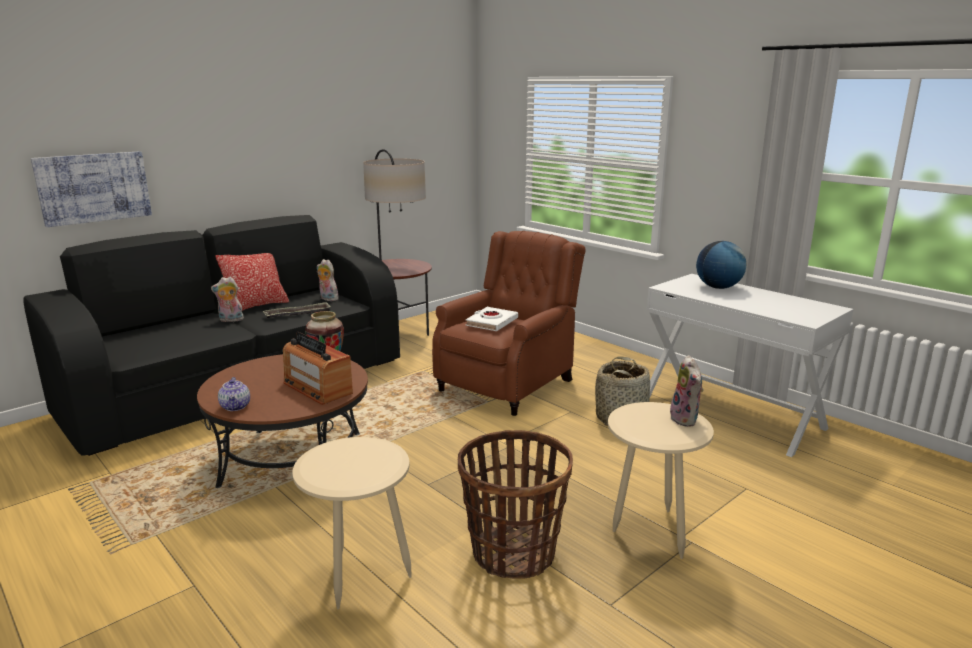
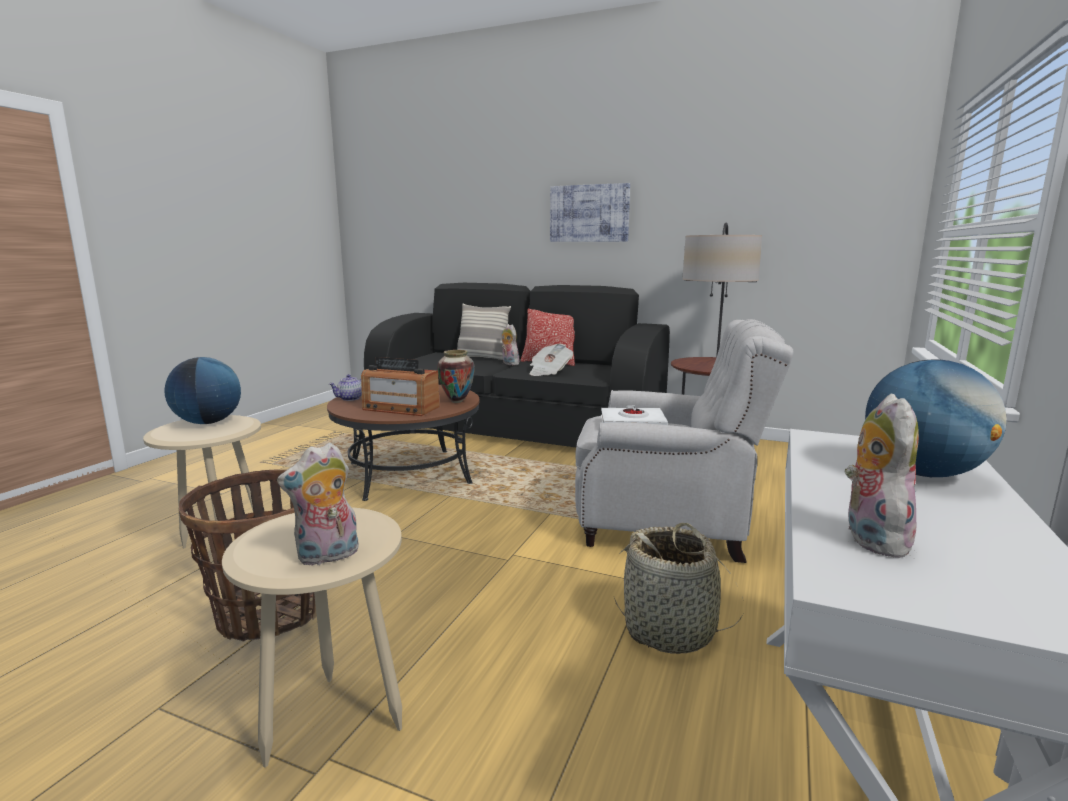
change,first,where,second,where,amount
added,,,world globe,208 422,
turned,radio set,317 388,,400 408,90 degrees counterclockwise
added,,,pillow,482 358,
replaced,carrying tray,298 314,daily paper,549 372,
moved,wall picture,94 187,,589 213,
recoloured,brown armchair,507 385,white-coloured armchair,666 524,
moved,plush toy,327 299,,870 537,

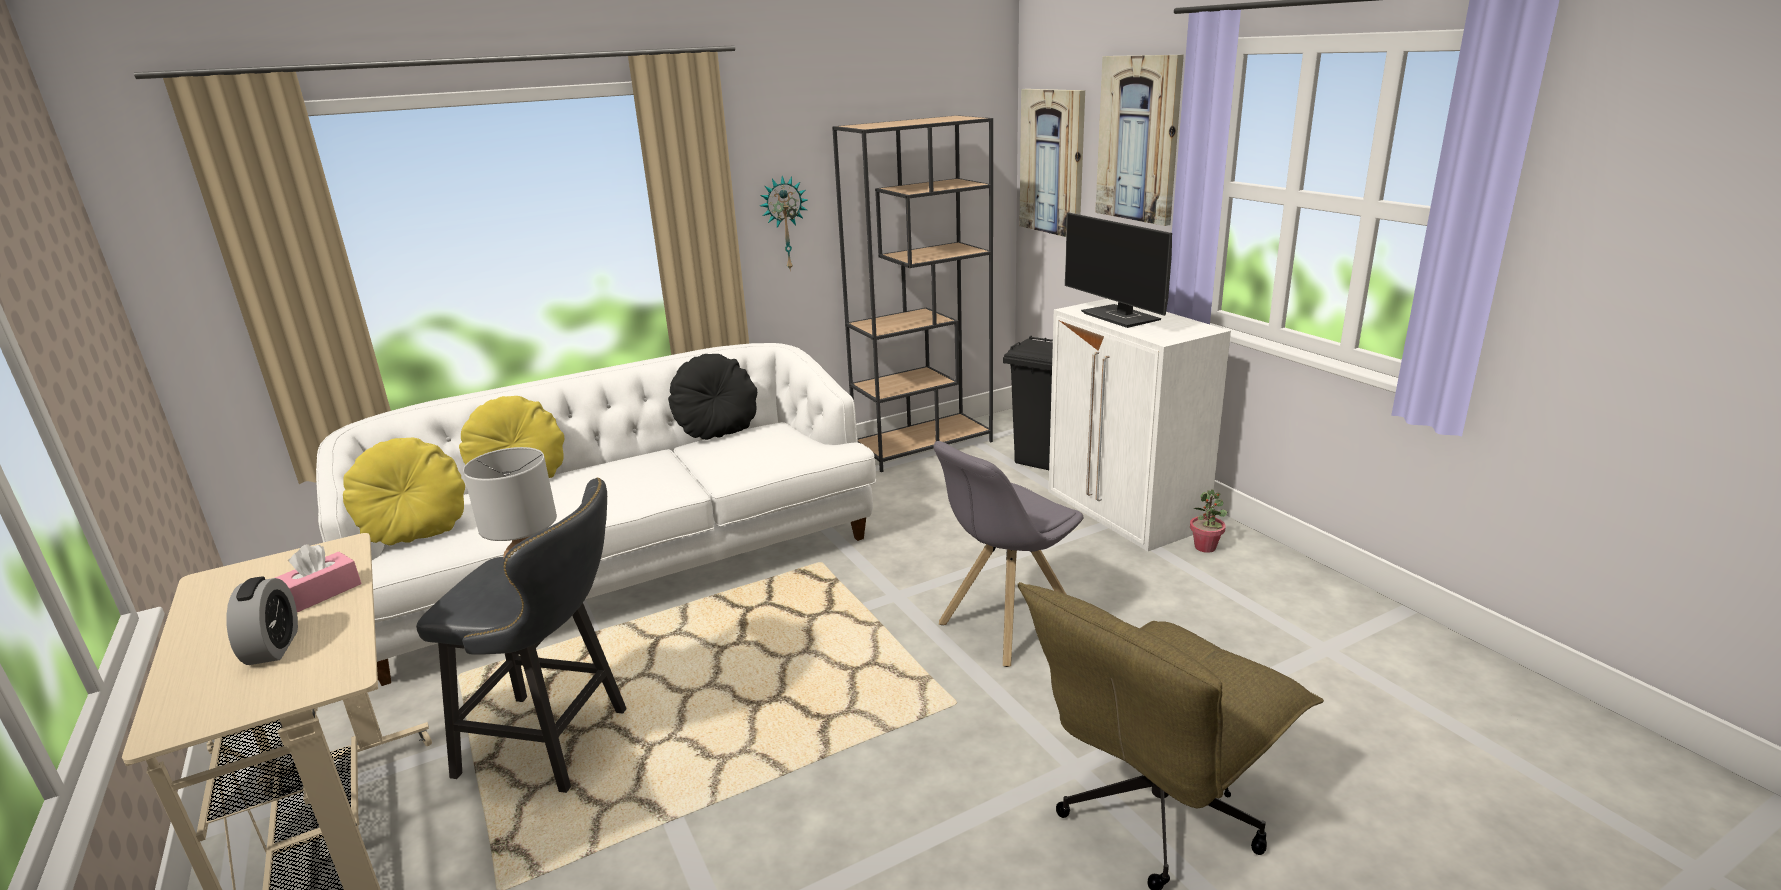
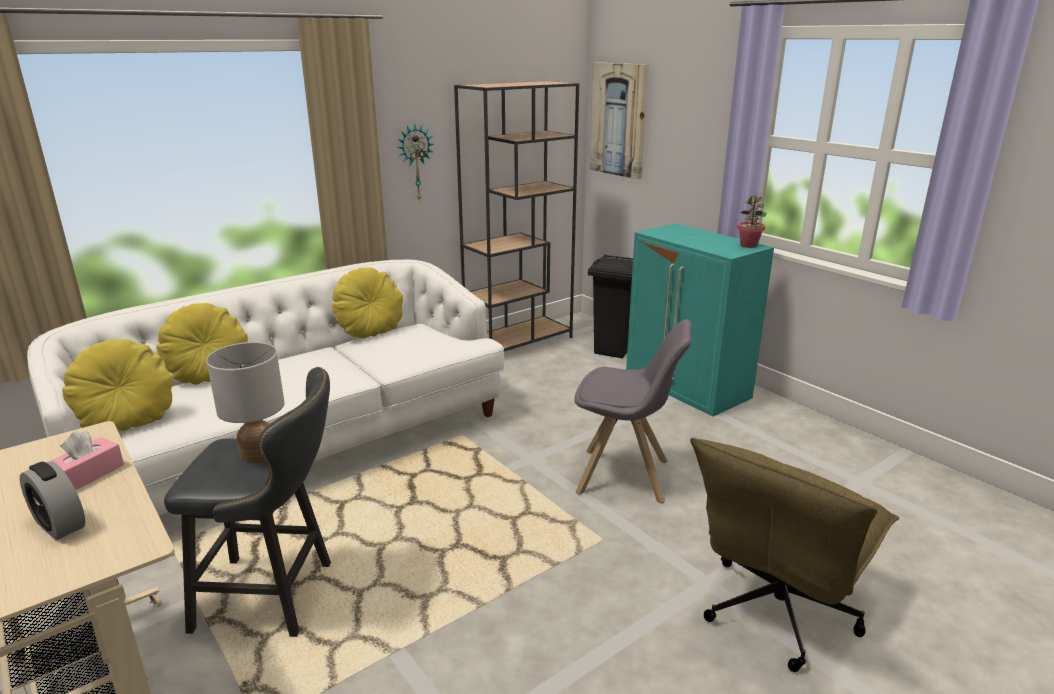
change,first,where,second,where,amount
turned,table clock,273 647,,60 525,150 degrees clockwise
recoloured,black-coloured pillow,718 433,yellow-coloured pillow,370 333,
turned,greyish upright chair,1008 624,,624 476,120 degrees counterclockwise
recoloured,white-coloured cabinet,1125 510,blue-green cabinet,687 386,
moved,potted plant,1205 547,,749 245,
removed,monitor,1121 317,,,
removed,wall picture,1139 139,,,

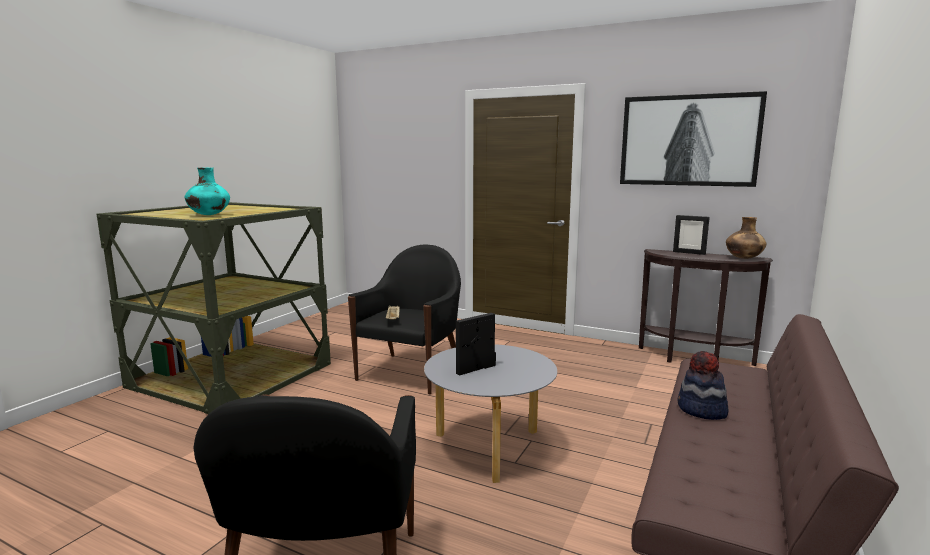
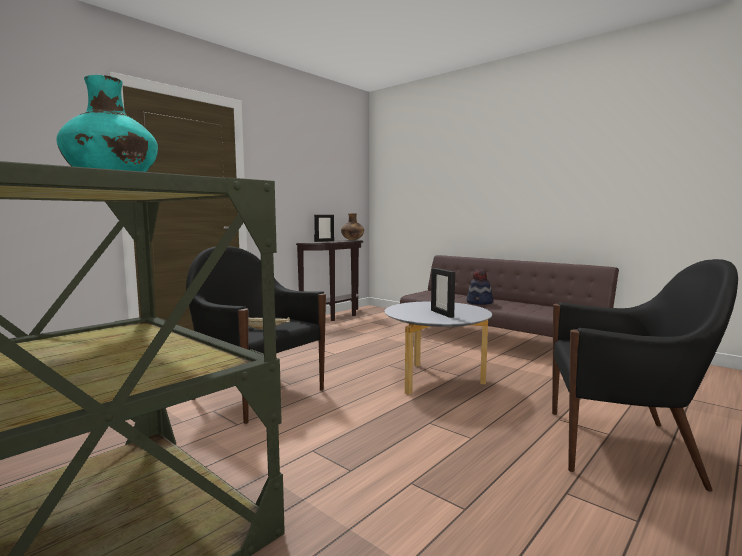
change,first,where,second,where,amount
removed,wall picture,688 140,,,

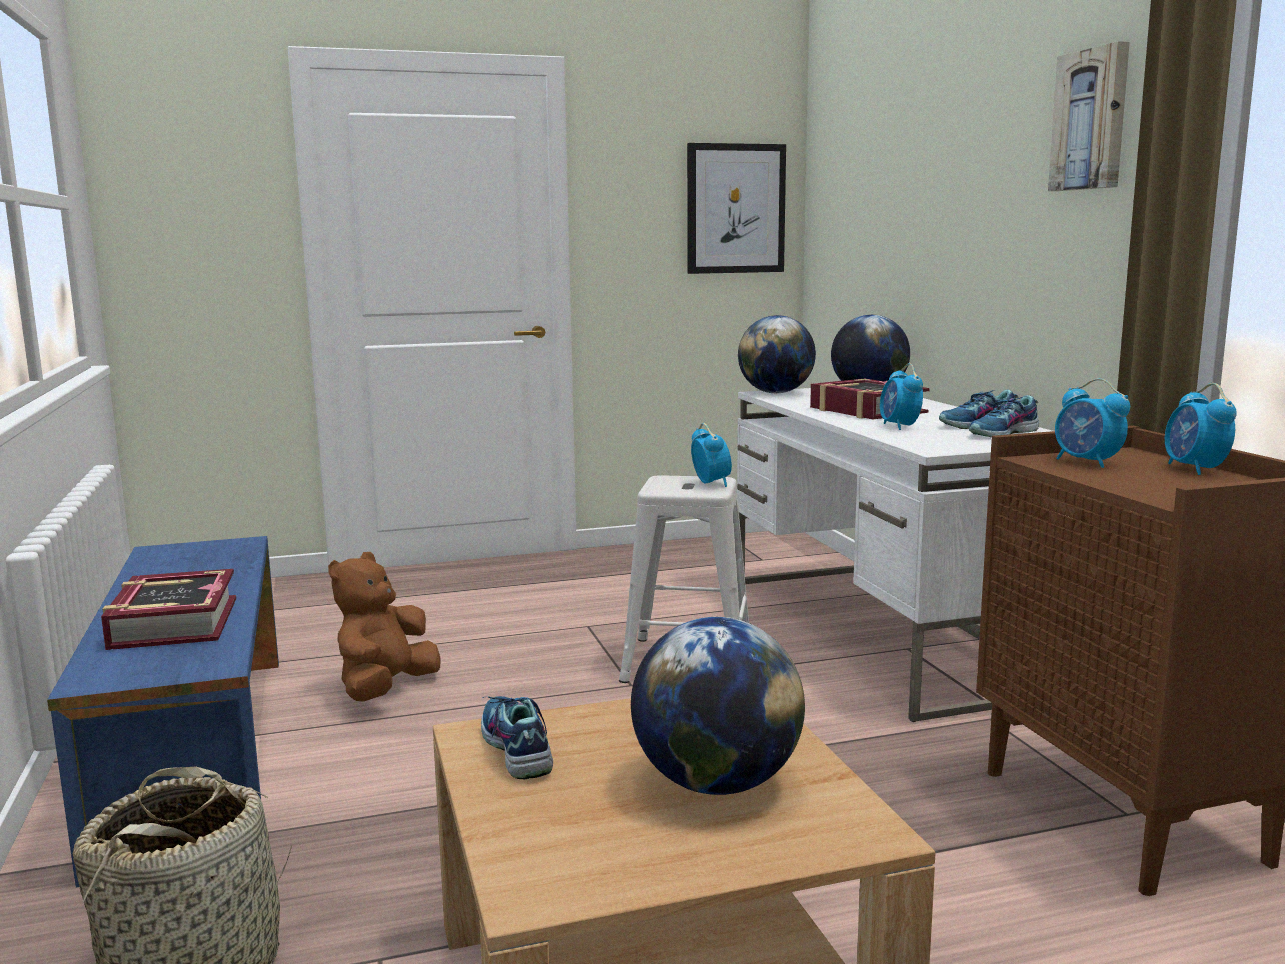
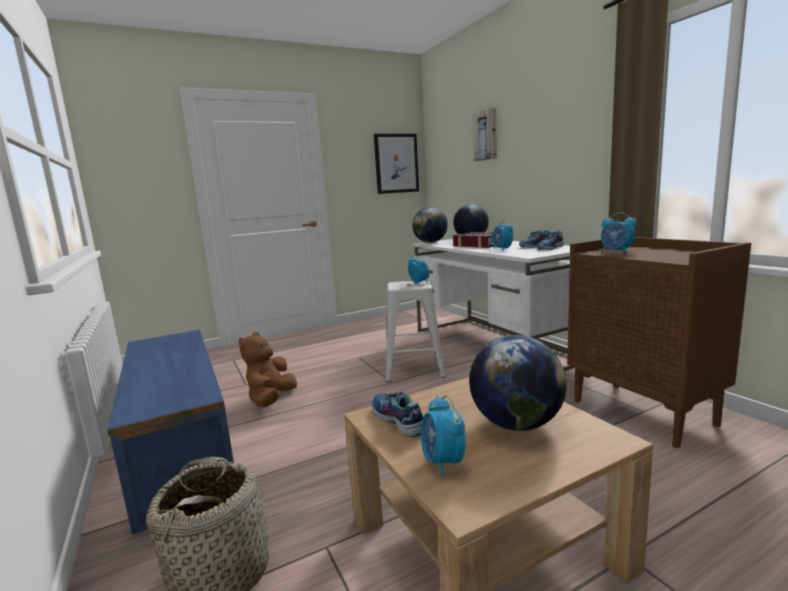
change,first,where,second,where,amount
moved,table clock,1194 469,,443 462,
moved,wall picture,1092 120,,486 135,
removed,bound book,173 623,,,

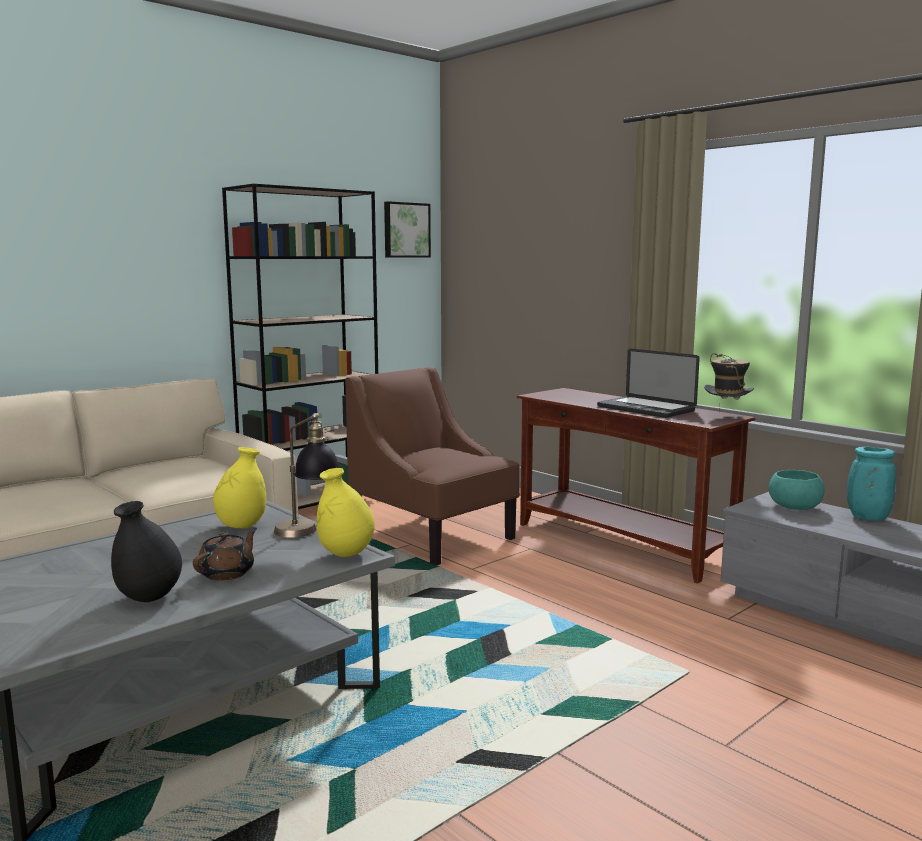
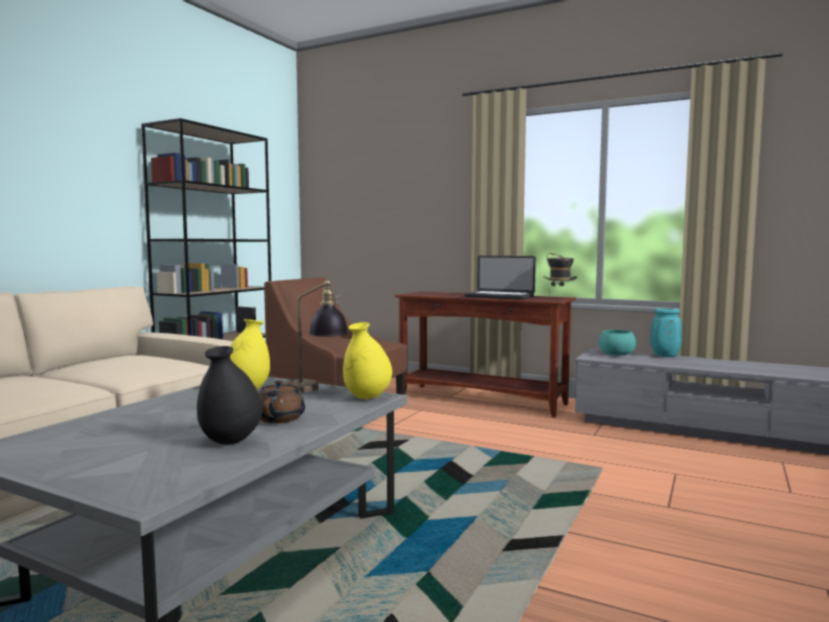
change,first,where,second,where,amount
removed,wall picture,405 230,,,

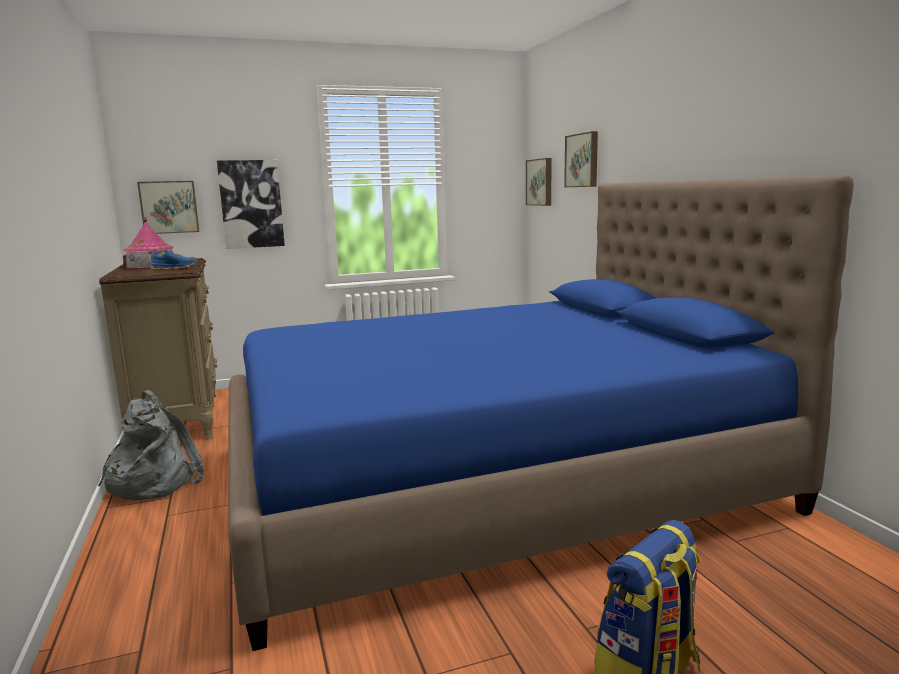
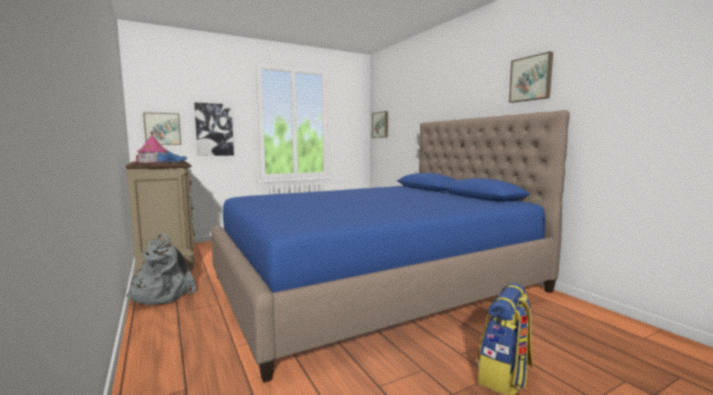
change,first,where,second,where,amount
moved,wall picture,583 160,,531 78,

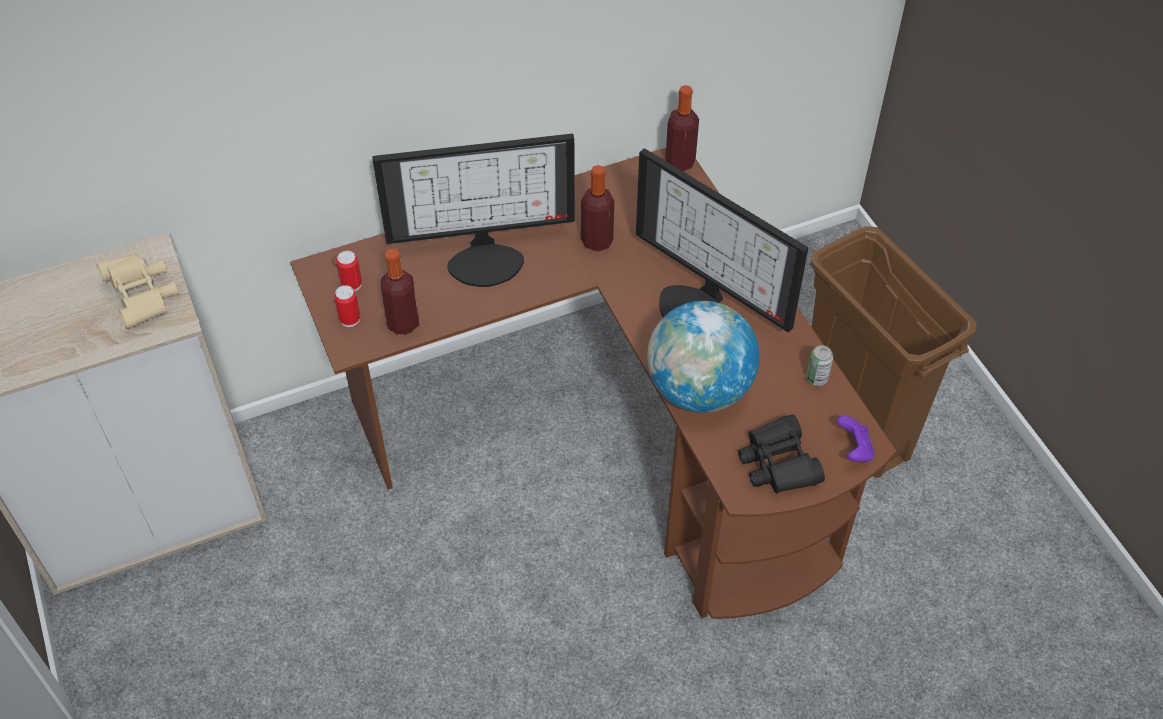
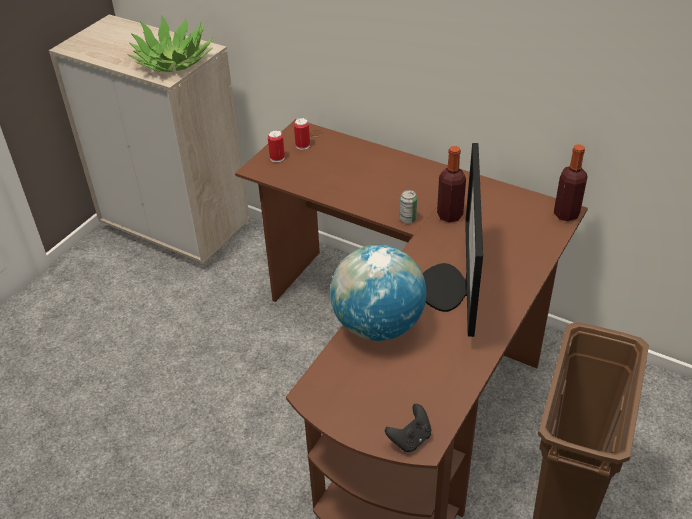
change,first,where,second,where,amount
replaced,beige-coloured field glasses,143 298,potted plant,173 61,
recoloured,purple joypad,854 450,black-coloured joypad,410 439,
moved,metal can,816 378,,408 219,
removed,monitor,486 258,,,
removed,beverage bottle,403 323,,,
removed,black-coloured field glasses,778 463,,,

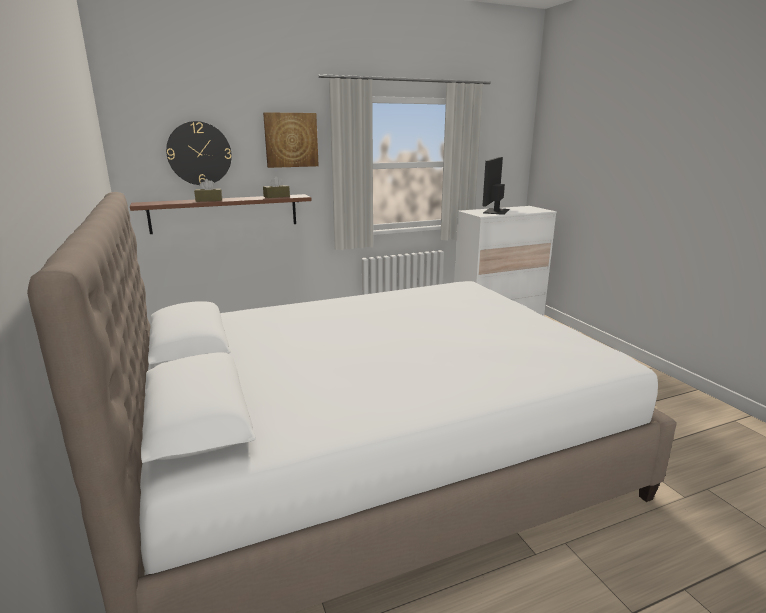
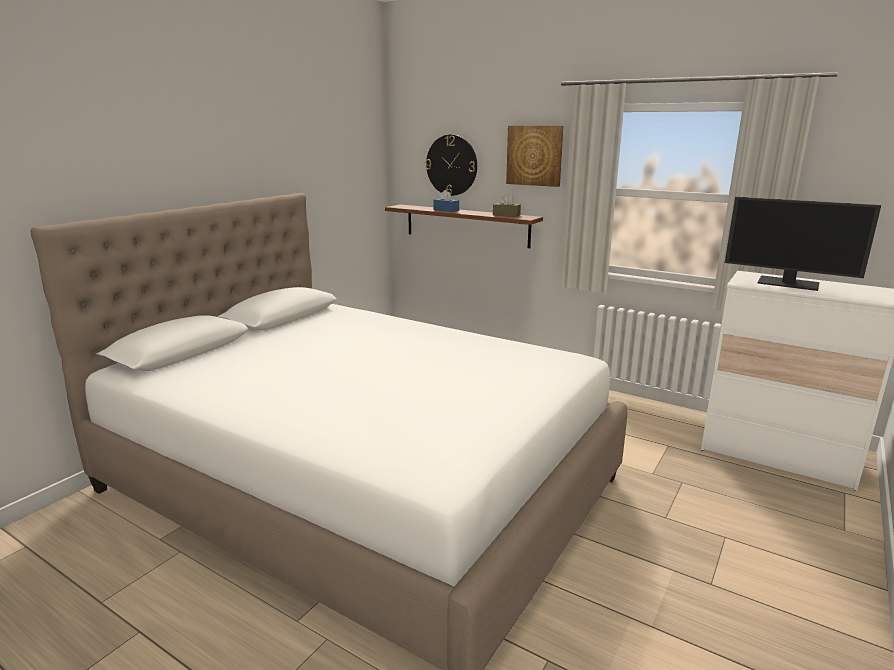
change,first,where,second,where,amount
recoloured,brown tissue box,209 200,blue tissue box,446 210,
turned,monitor,496 211,,789 283,135 degrees counterclockwise

